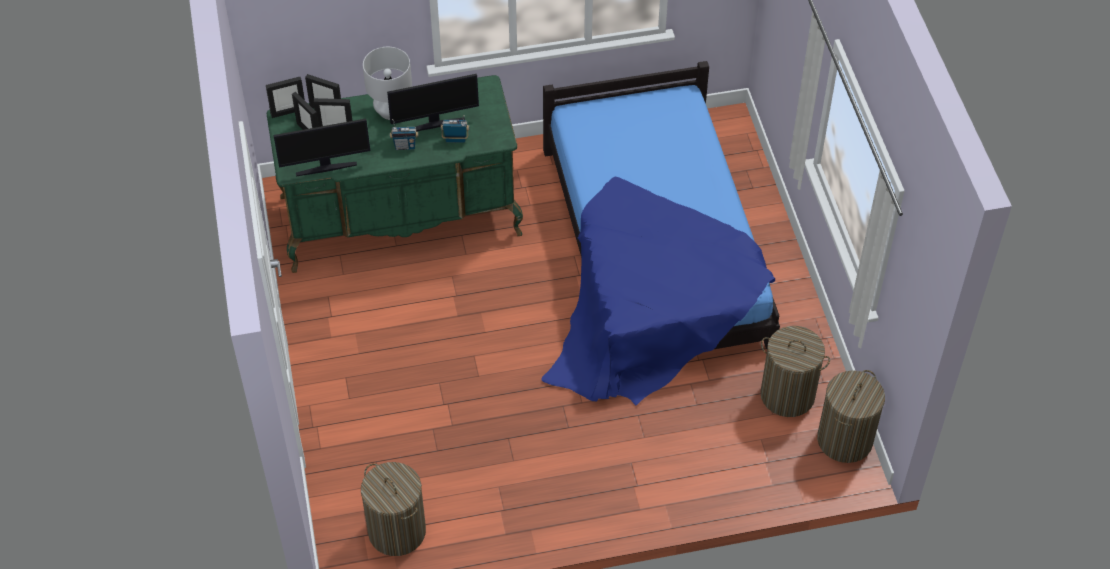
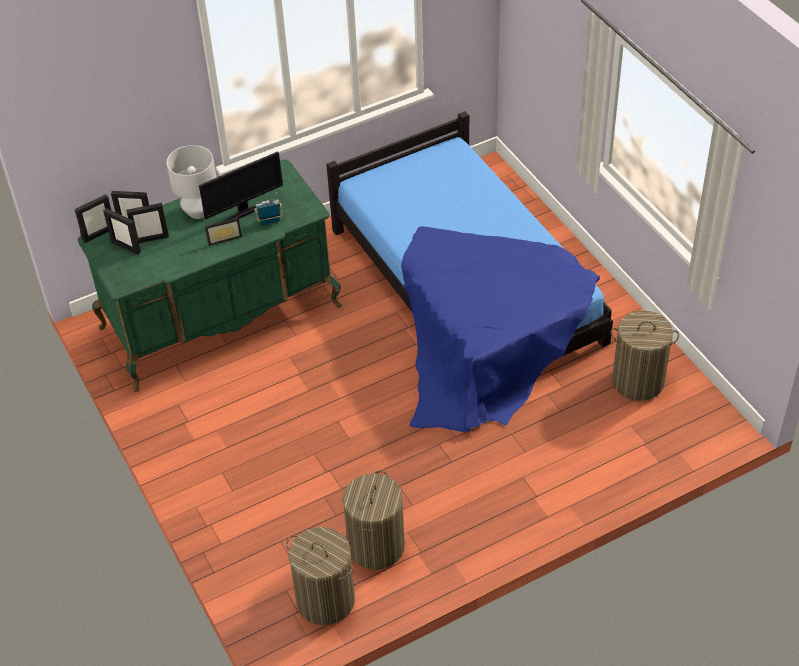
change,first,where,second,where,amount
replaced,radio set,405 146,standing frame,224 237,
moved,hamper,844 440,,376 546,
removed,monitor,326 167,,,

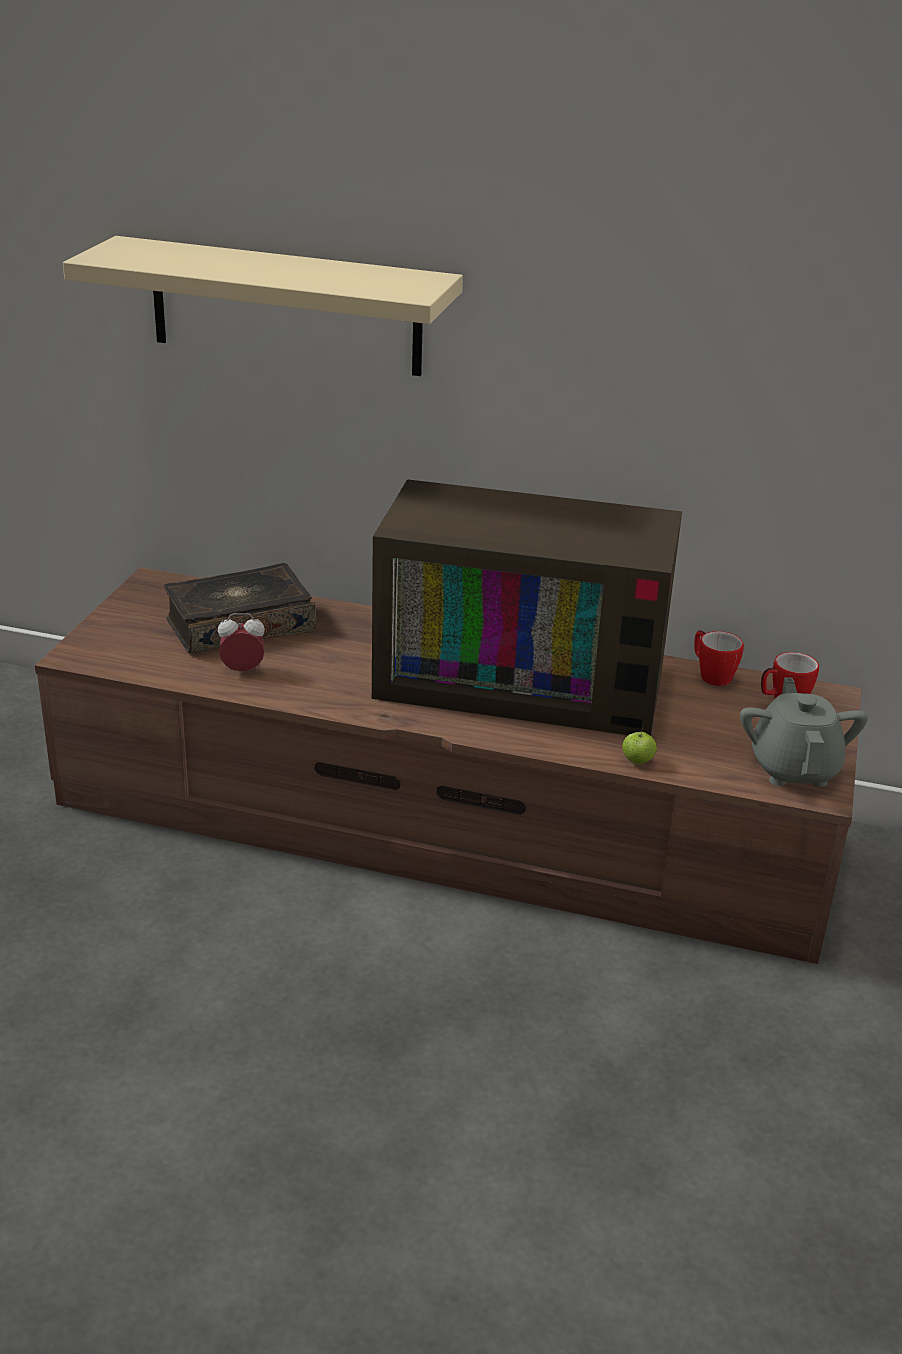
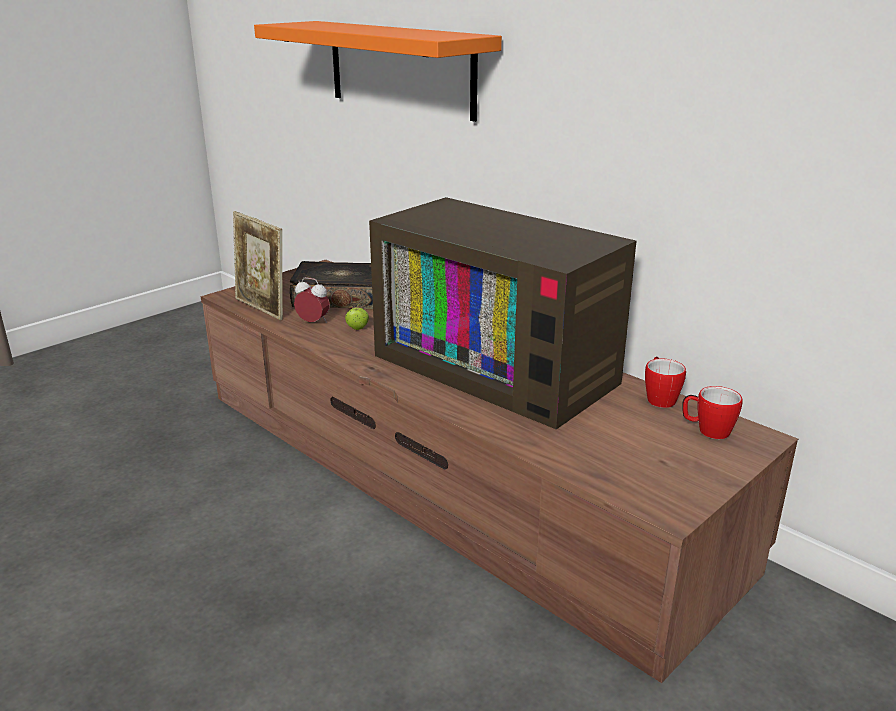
change,first,where,second,where,amount
added,,,standing frame,262 308,
recoloured,beige-coloured bracket shelf,285 307,orange-coloured bracket shelf,400 68,
moved,apple fruit,637 761,,357 328,
removed,greyish teapot,794 769,,,

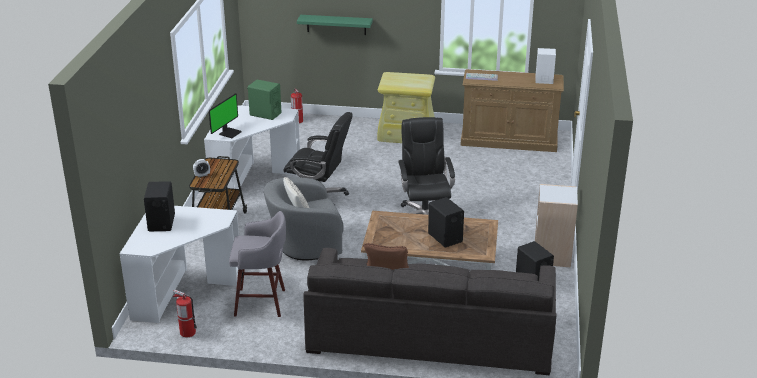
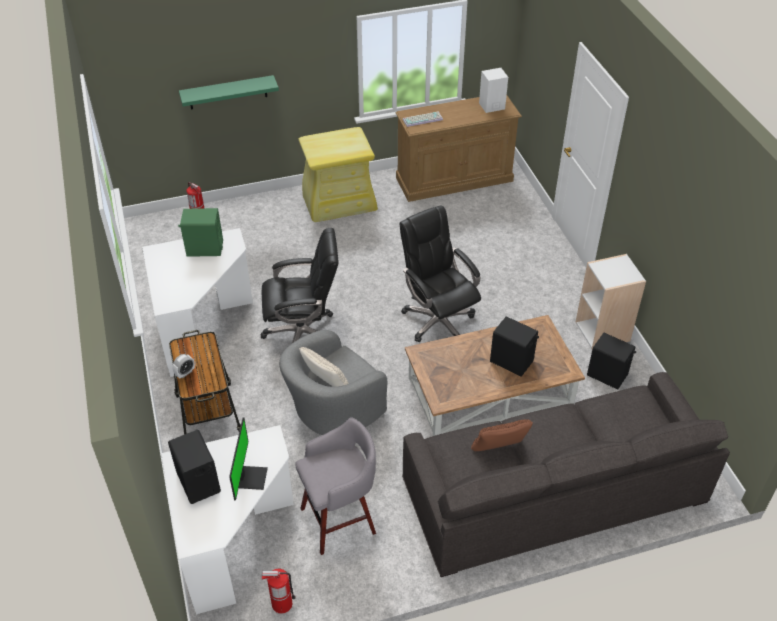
change,first,where,second,where,amount
moved,monitor,229 133,,251 477,

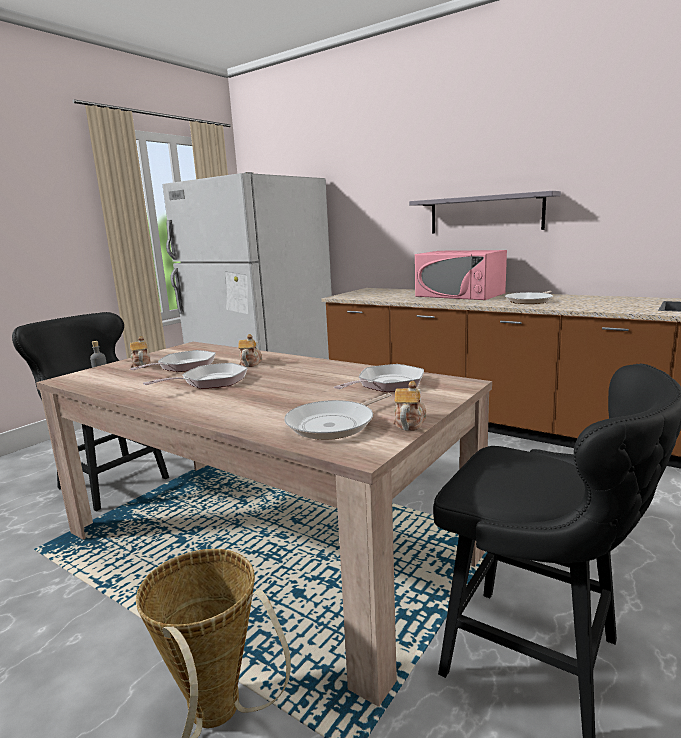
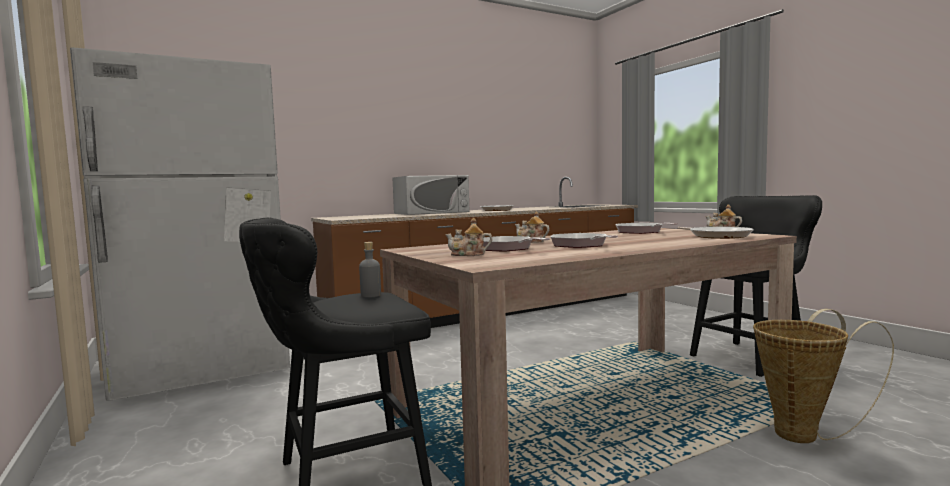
change,first,where,second,where,amount
recoloured,pink microwave,460 294,white-coloured microwave,431 212,
removed,greyish bracket shelf,485 214,,,

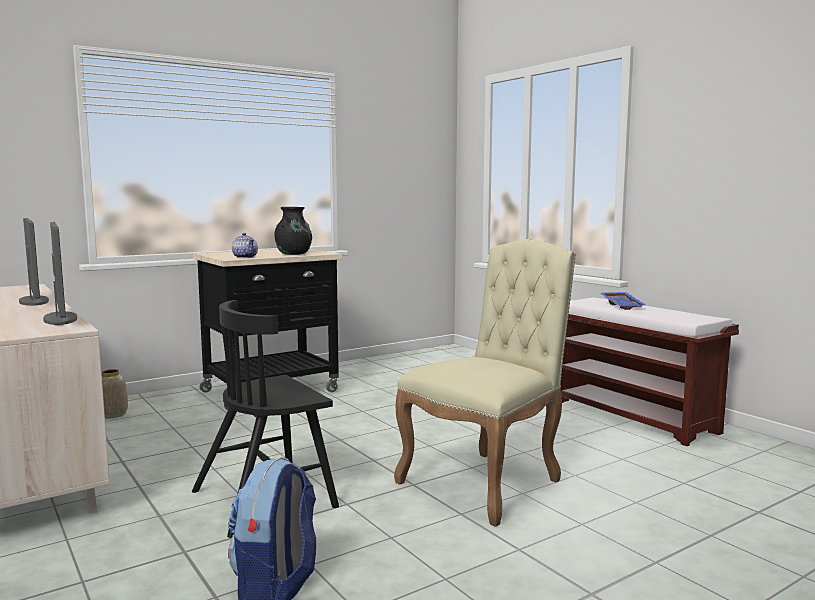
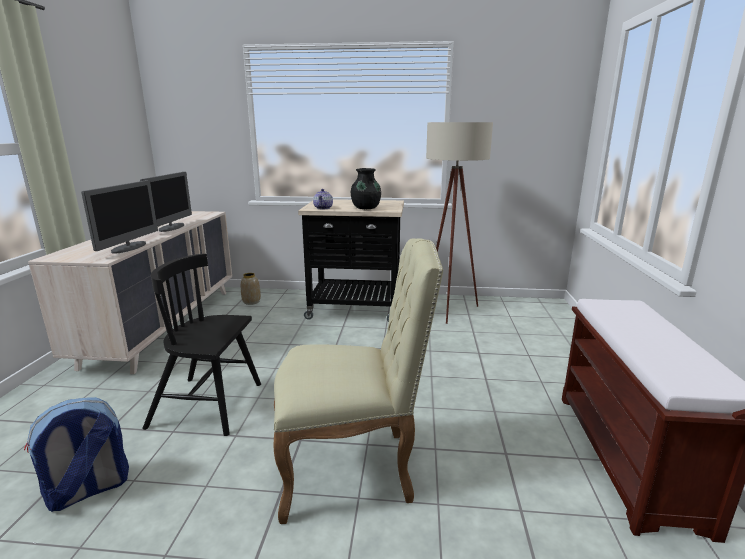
change,first,where,second,where,amount
added,,,beige-coloured standing lamp,448 312,
removed,blue carrying tray,623 306,,,

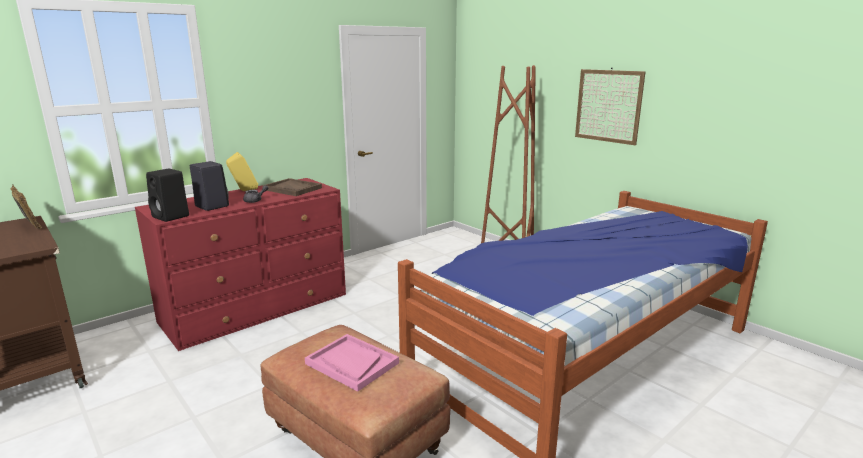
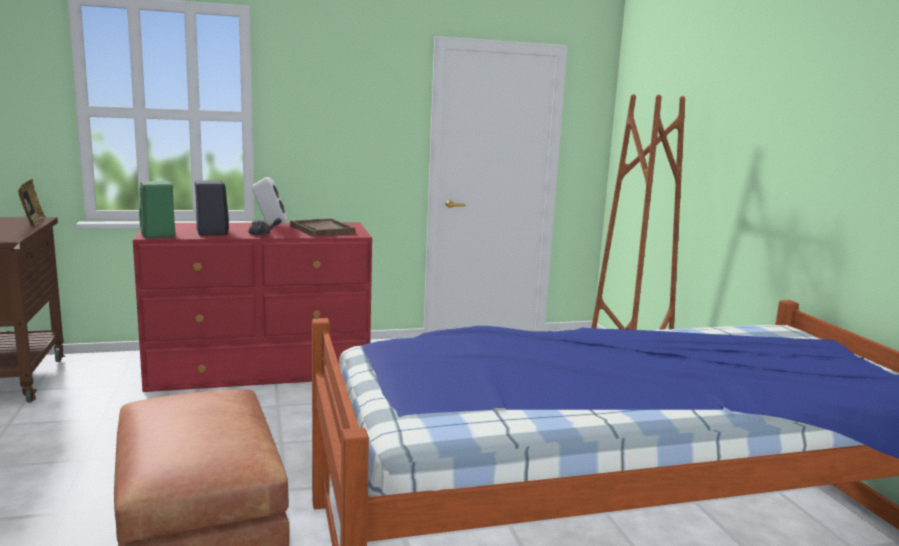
change,first,where,second,where,amount
recoloured,black-coloured audio speaker,171 217,greenish audio speaker,159 235,
recoloured,yellow-coloured audio speaker,244 191,white-coloured audio speaker,270 224,
removed,pink carrying tray,351 363,,,
removed,wall picture,608 104,,,

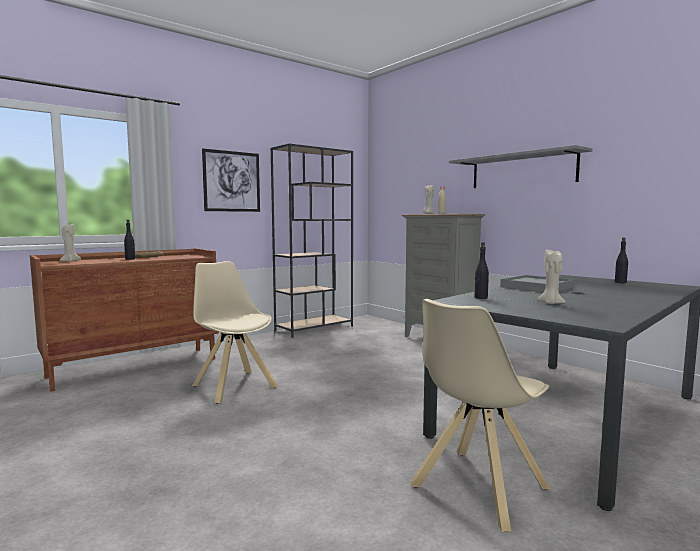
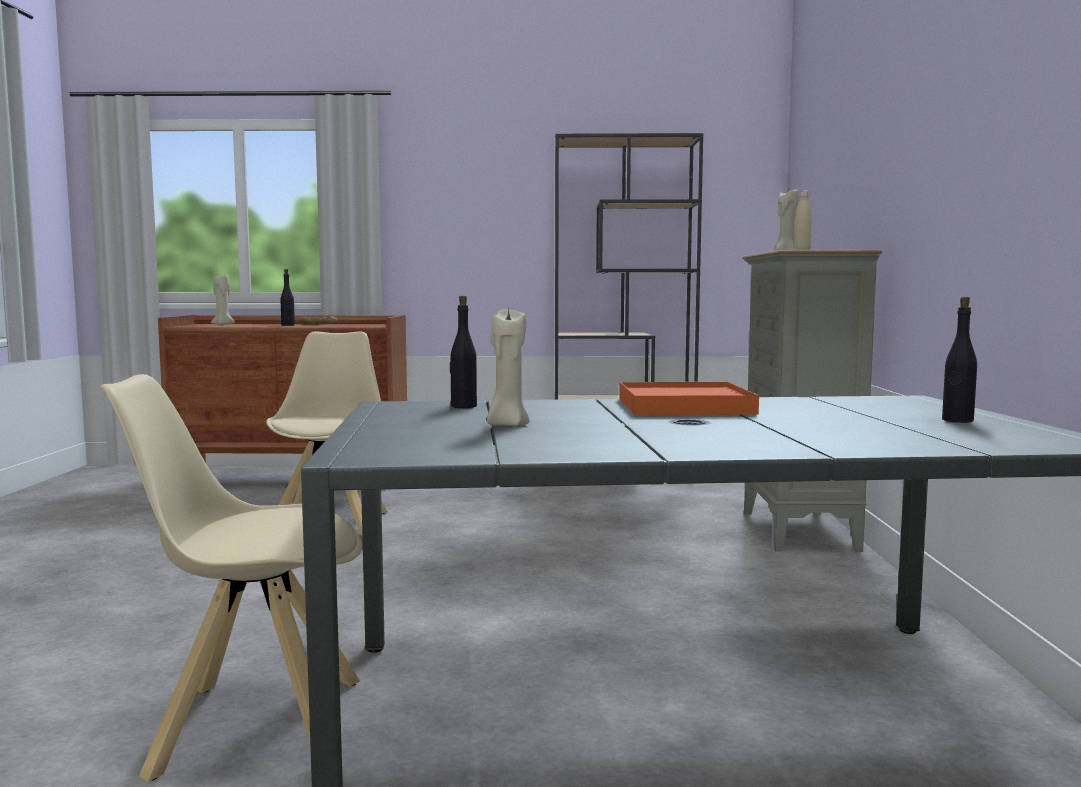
change,first,where,second,where,amount
recoloured,greyish carrying tray,537 287,orange-coloured carrying tray,684 406,
removed,wall picture,232 181,,,
removed,greyish bracket shelf,522 170,,,

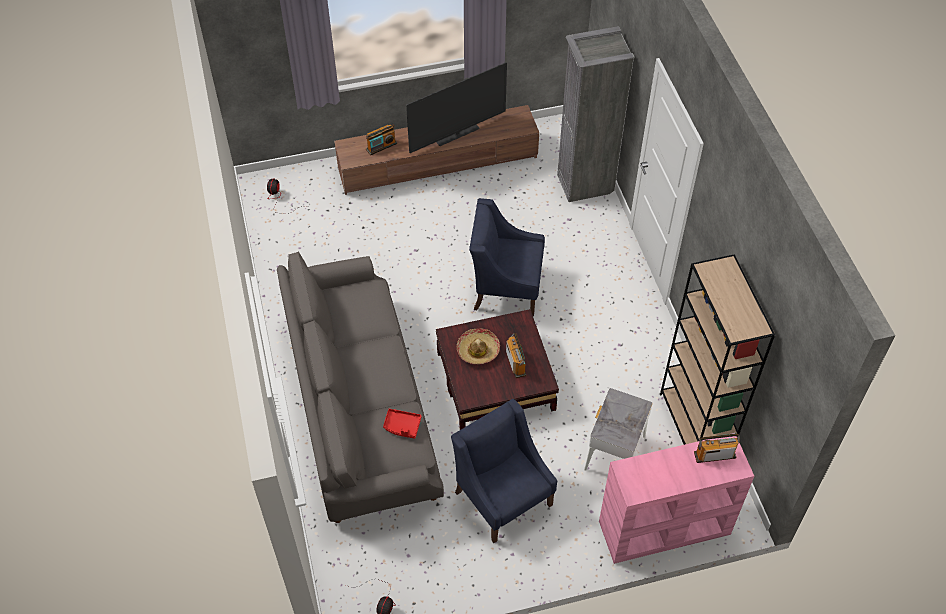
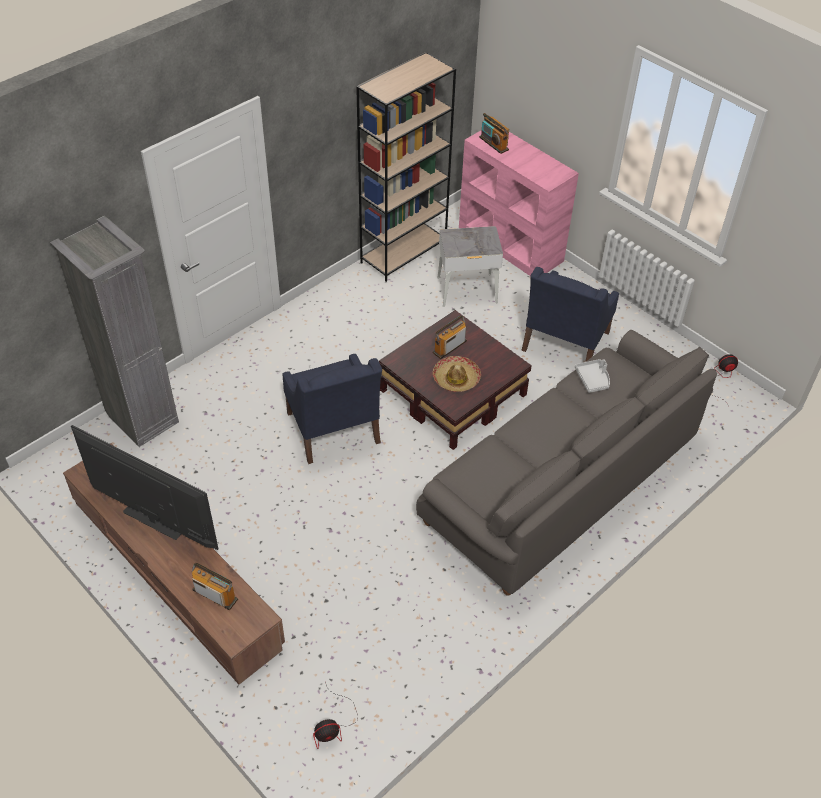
change,first,where,second,where,amount
recoloured,red-coloured carrying tray,402 426,greyish carrying tray,593 379,

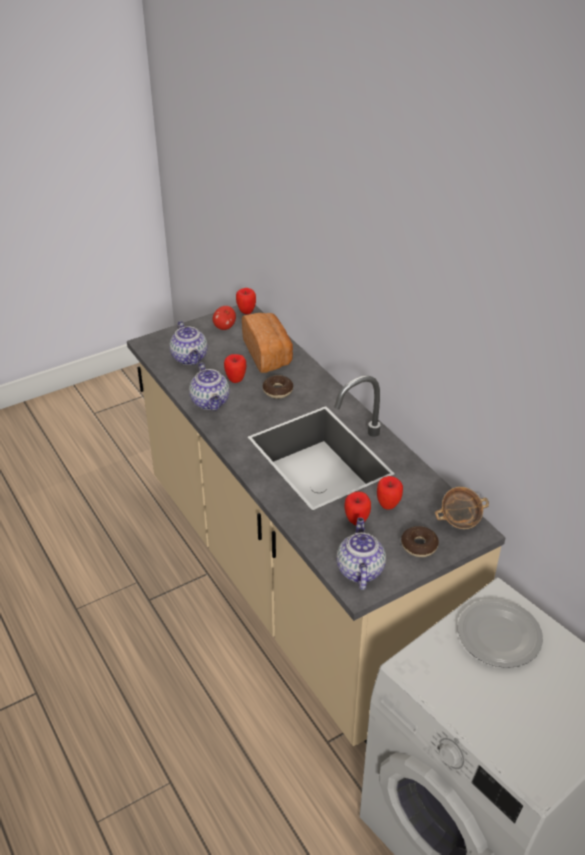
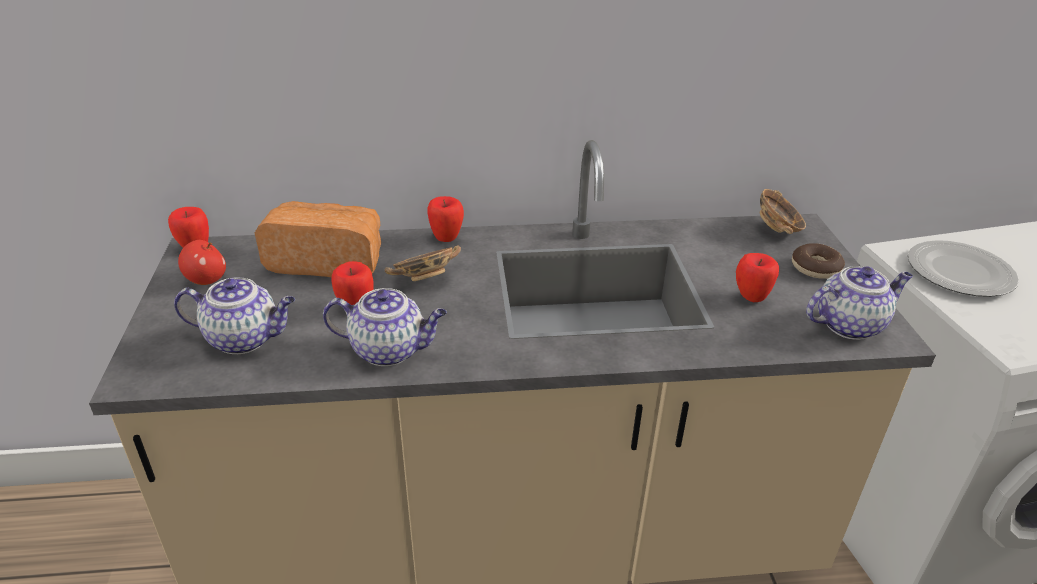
change,first,where,second,where,amount
replaced,doughnut,278 391,bowl,424 278,
moved,apple fruit,388 505,,446 237,
turned,teapot,359 569,,850 324,135 degrees clockwise

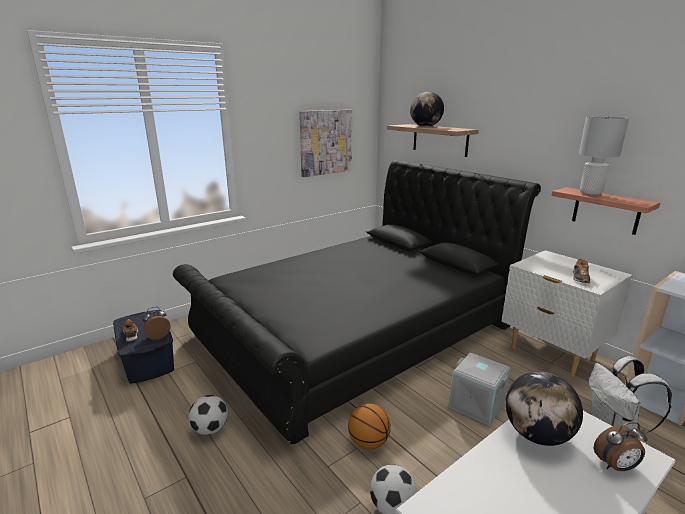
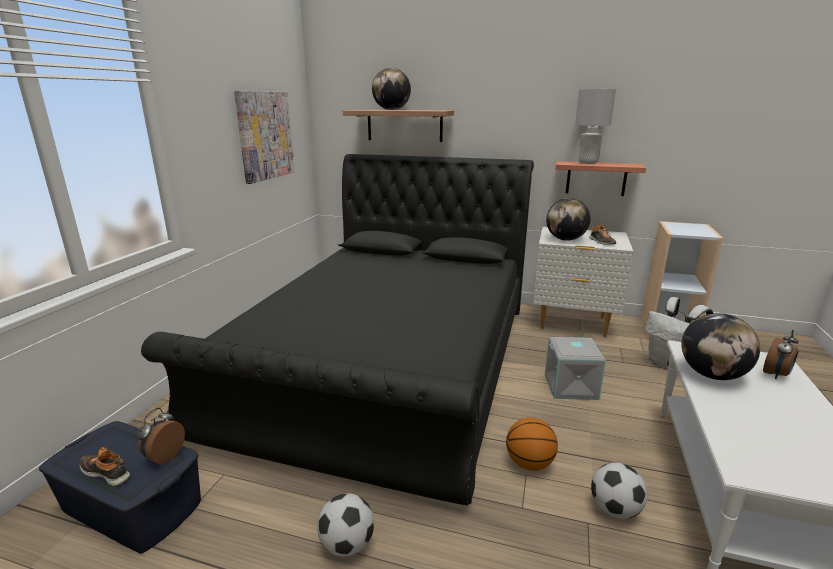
change,first,where,second,where,amount
added,,,world globe,565 239,

